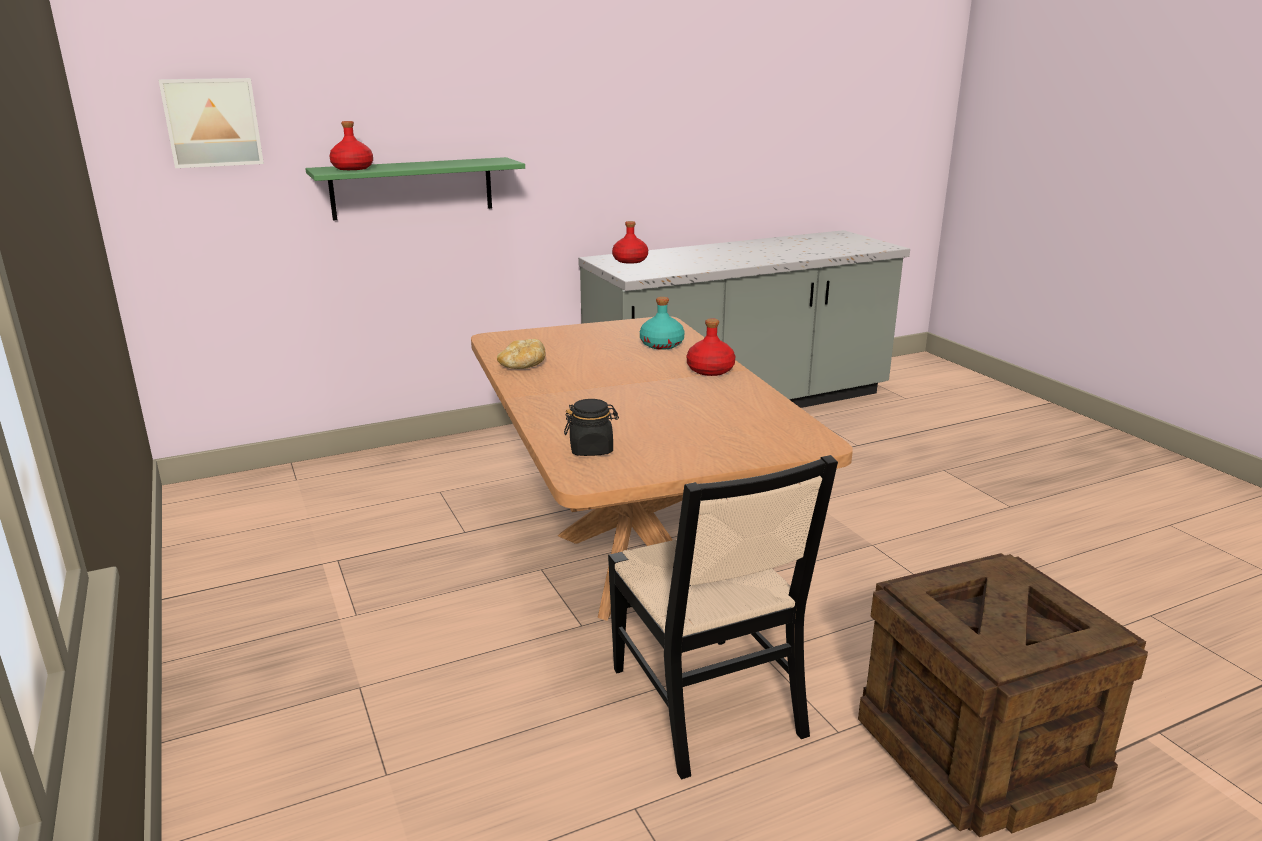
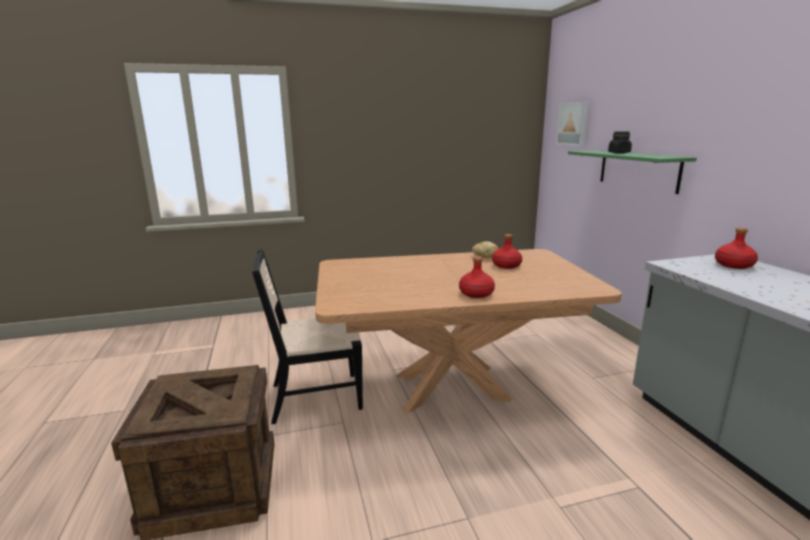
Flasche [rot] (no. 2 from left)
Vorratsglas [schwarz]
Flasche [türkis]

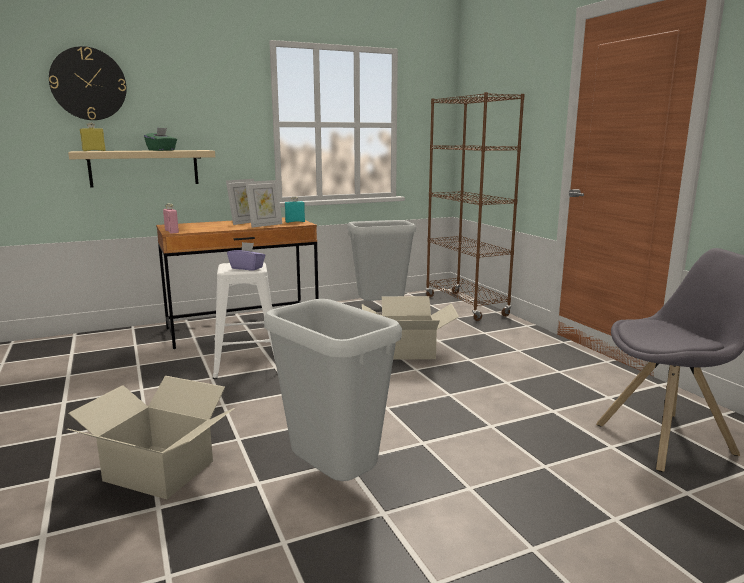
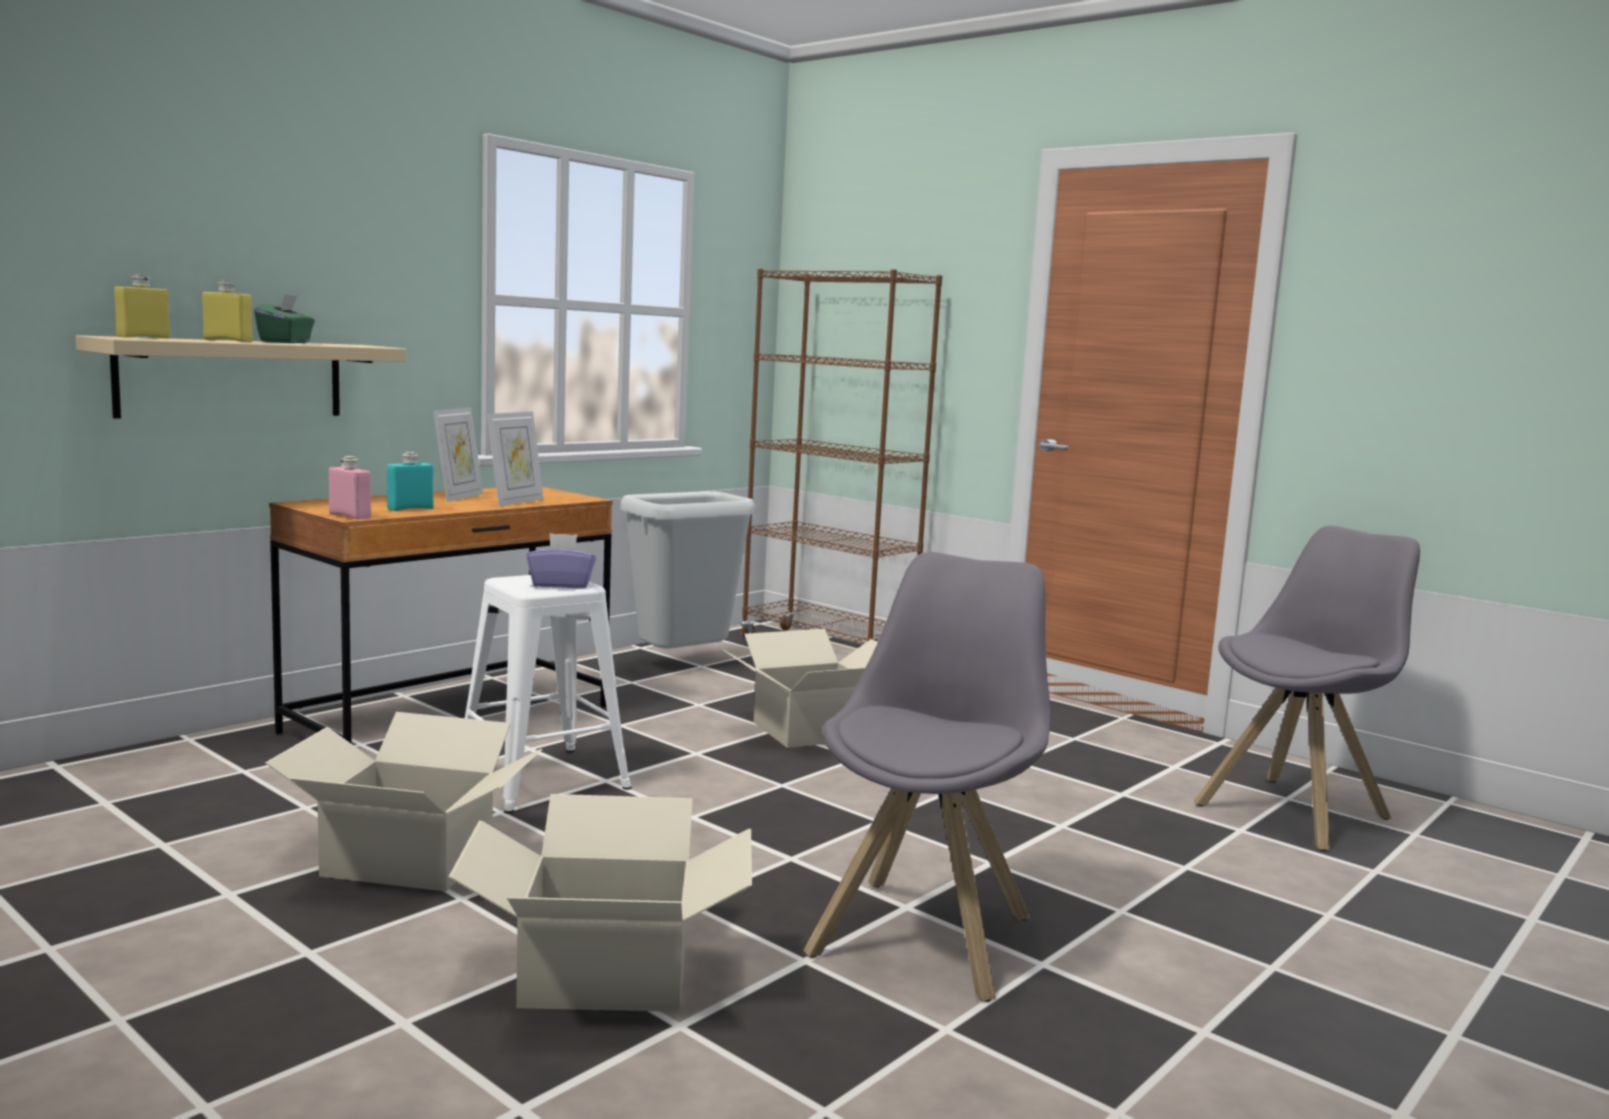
Wanduhr
Stuhl [grau] (no. 1 from left)
Flasche [türkis]
Flasche [gelb] (no. 2 from left)
Karton (no. 1 from left)

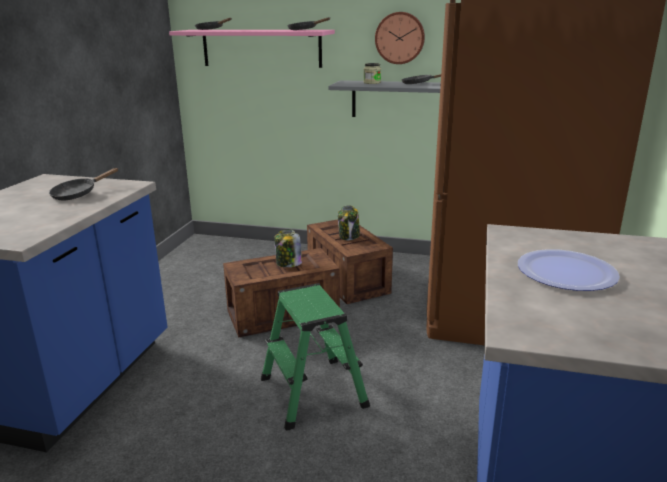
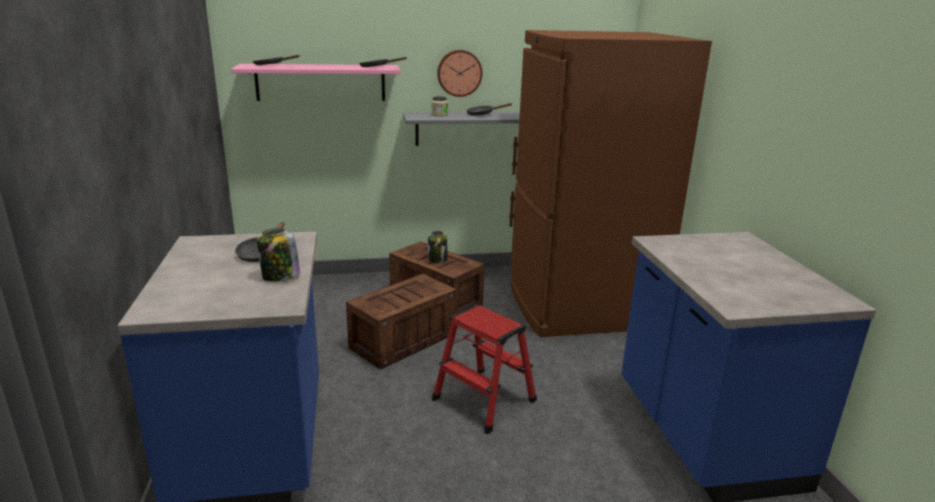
Trittleiter [rot]
Vorratsglas (no. 1 from left)
Teller

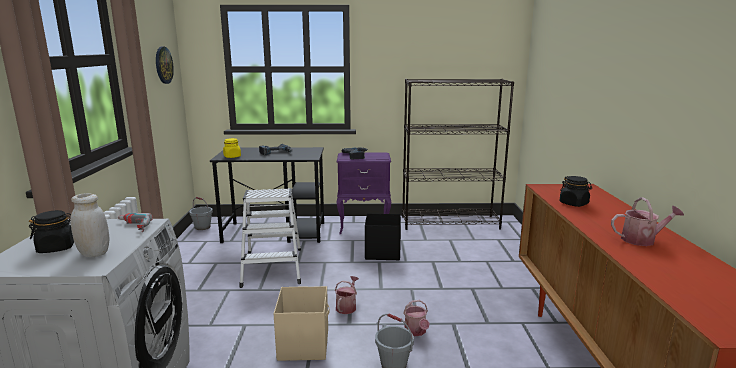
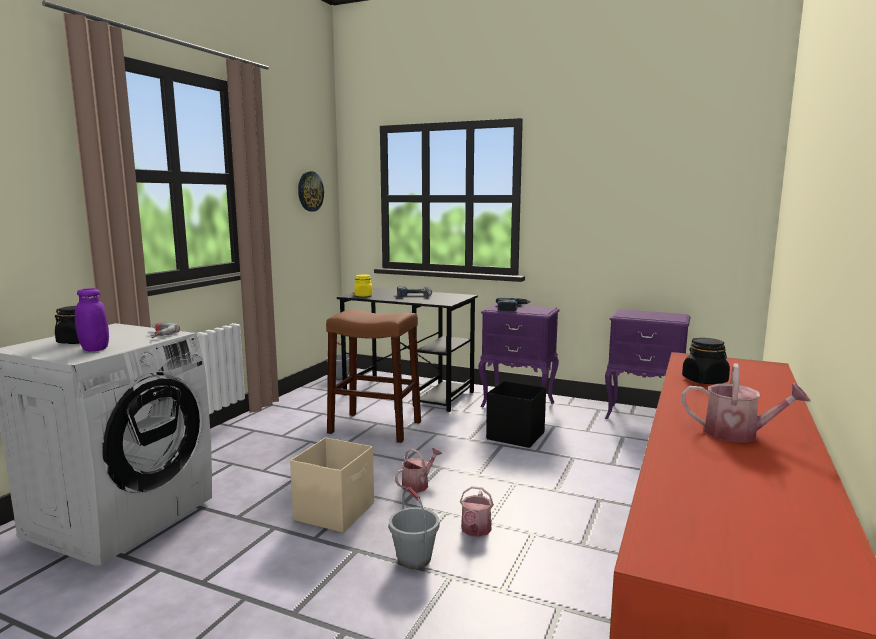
Vorratsglas [lila]
Hocker [braun]
Nachttisch [lila] (no. 2 from left)

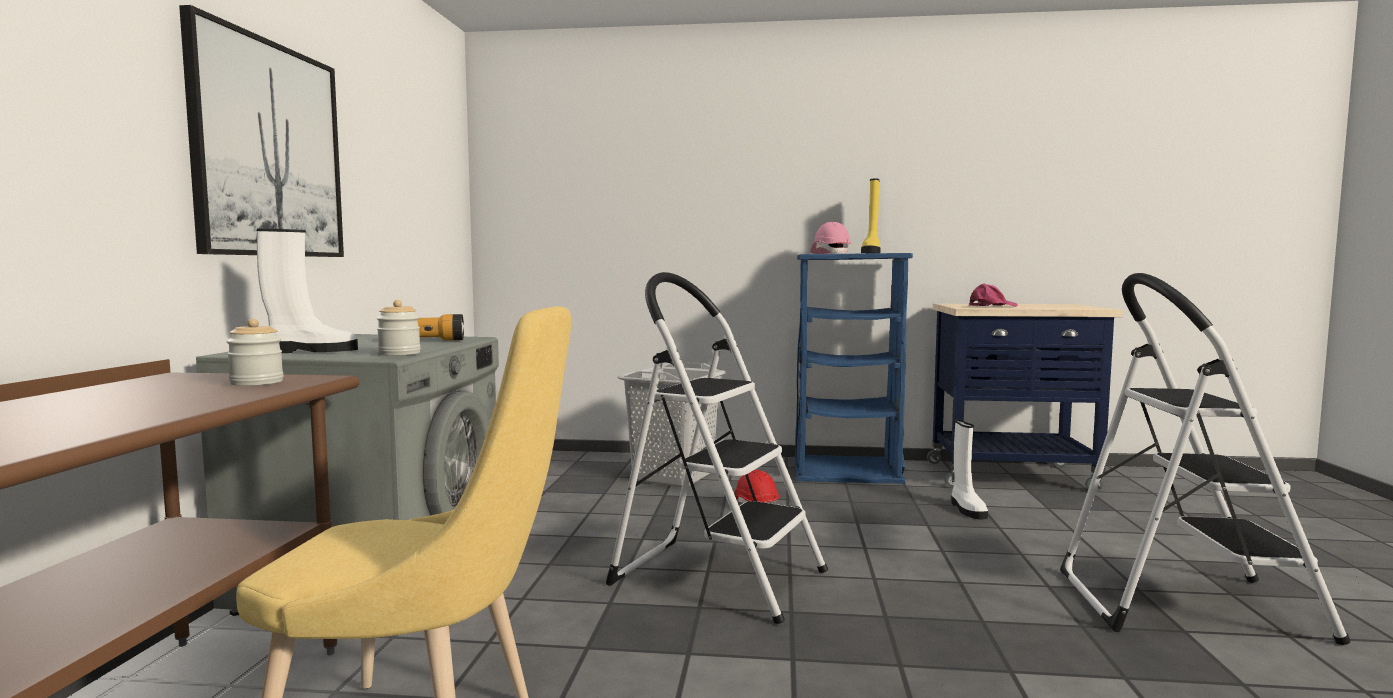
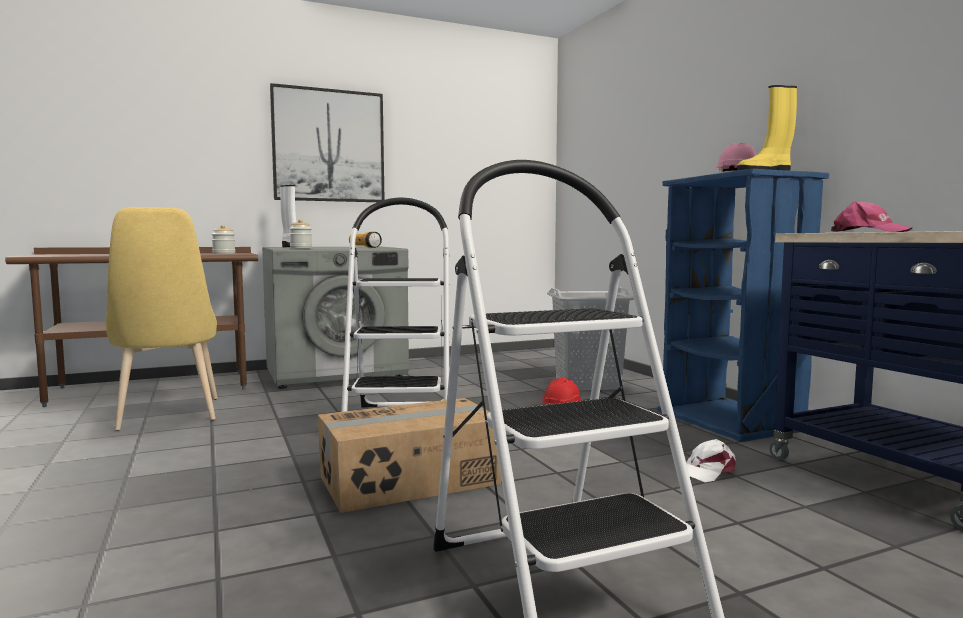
Kappe [weiß]
Karton

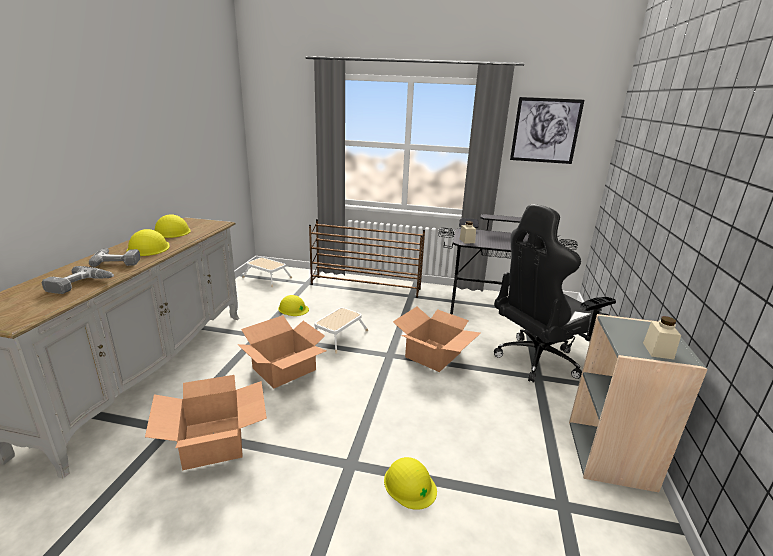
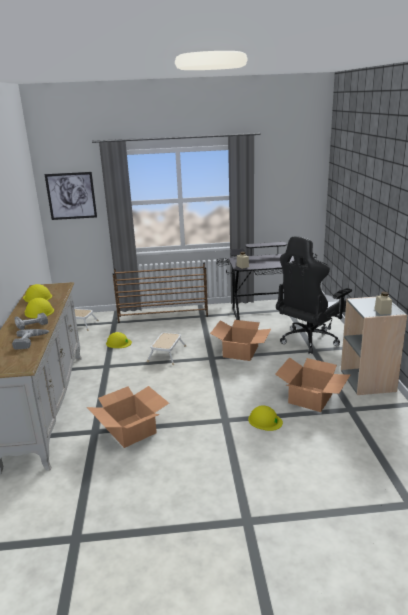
Karton (no. 3 from left)
Bild

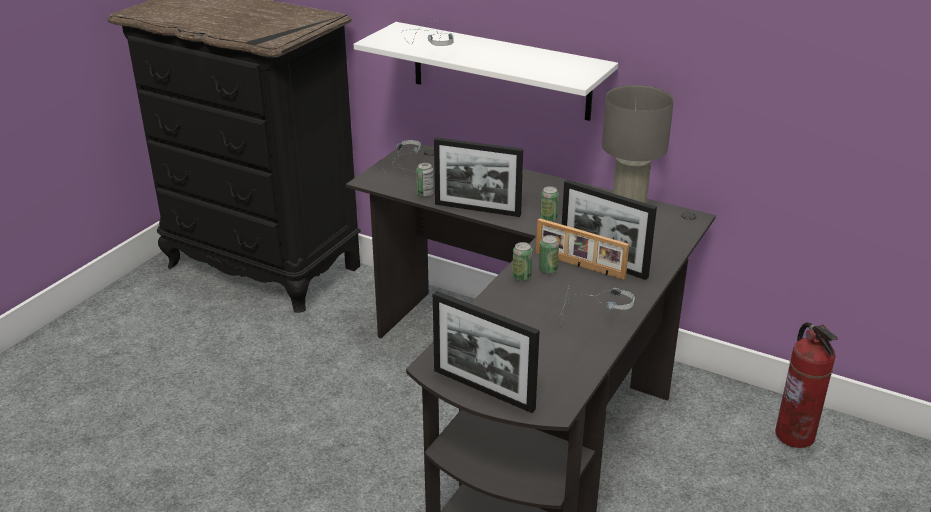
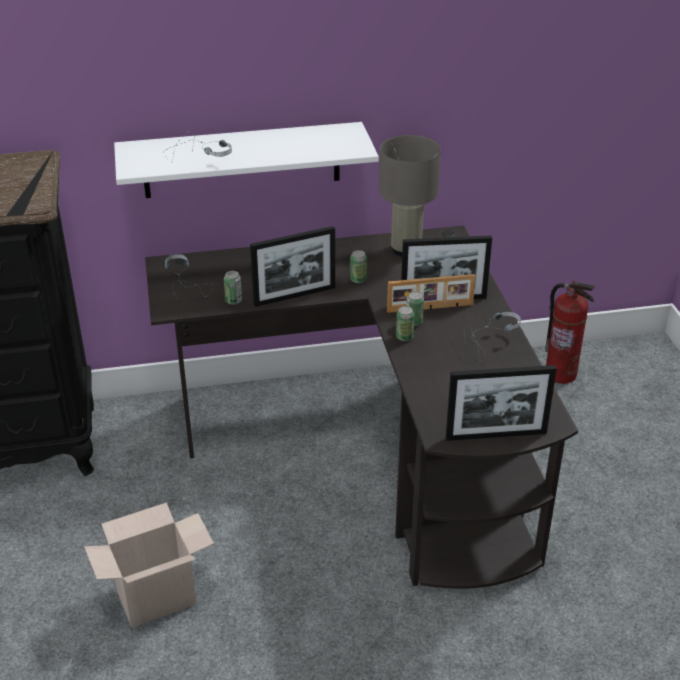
Karton

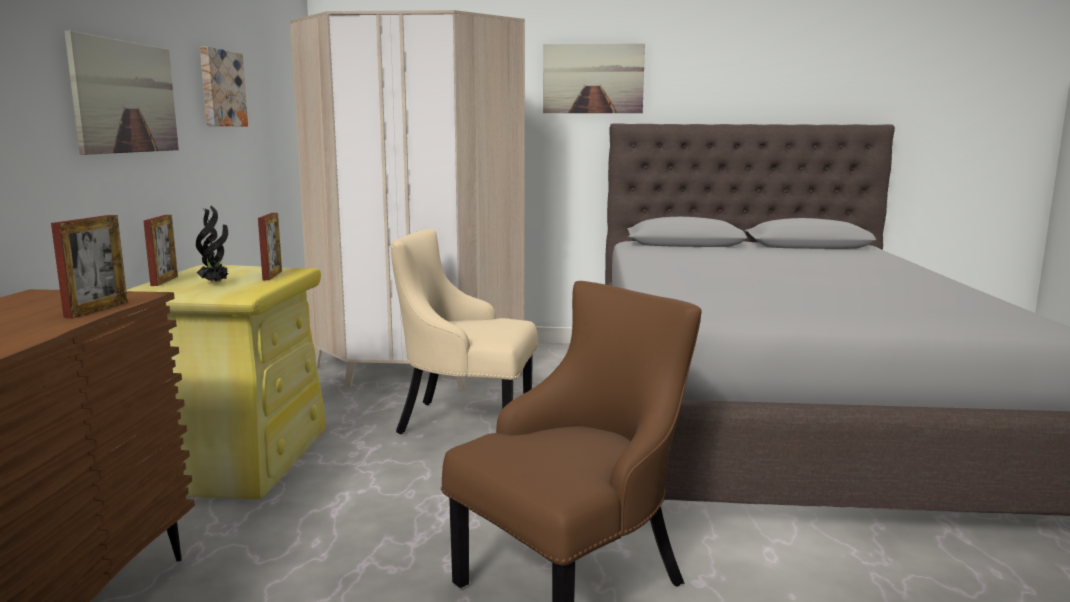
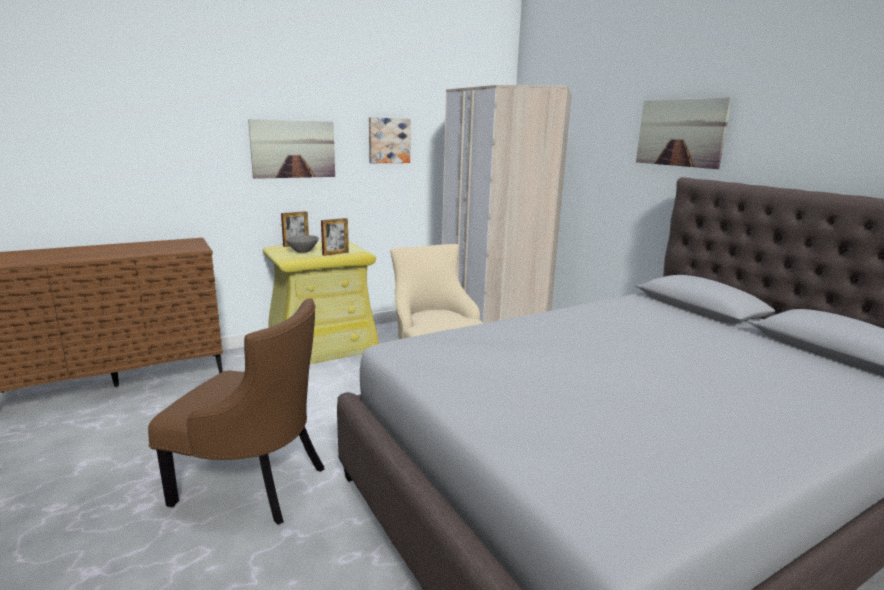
Bilderrahmen (no. 1 from left in the first image)
Schüssel [grau]

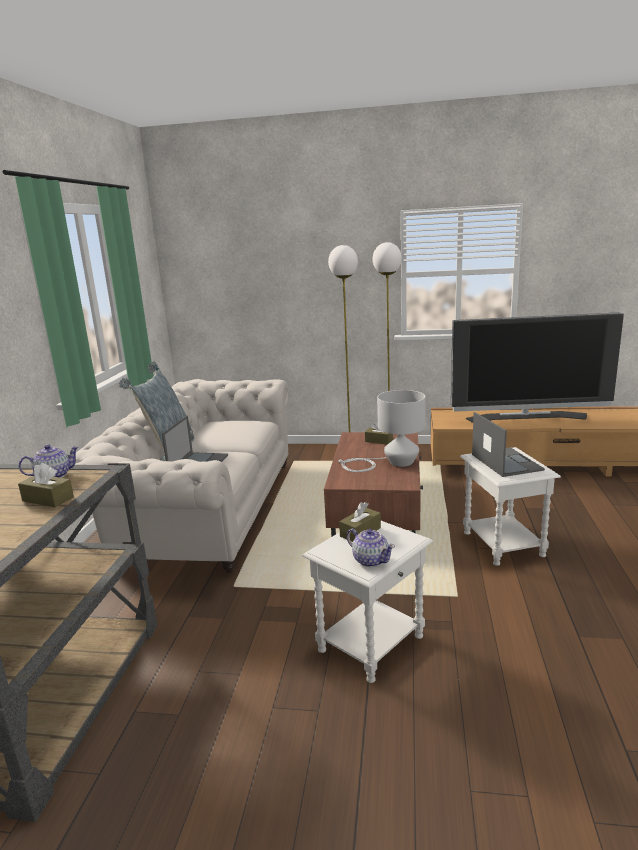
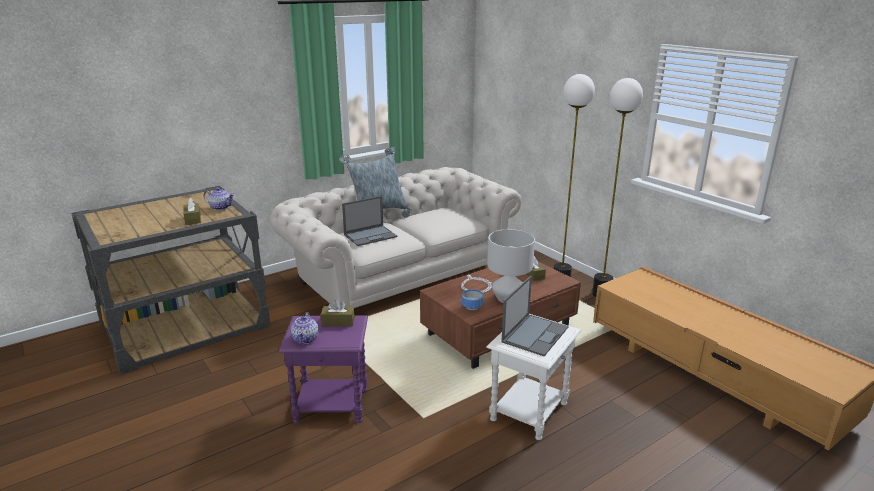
Beistelltisch [lila]
Fernseher
Schüssel

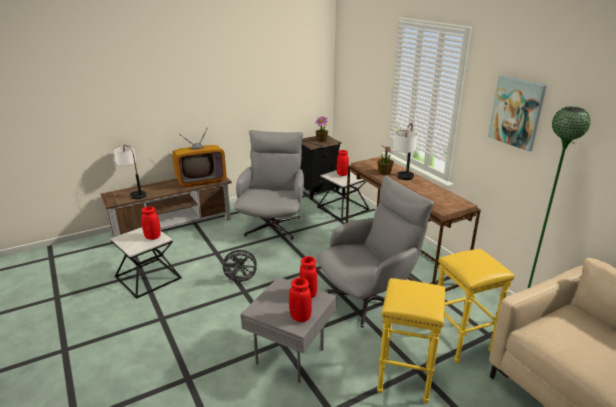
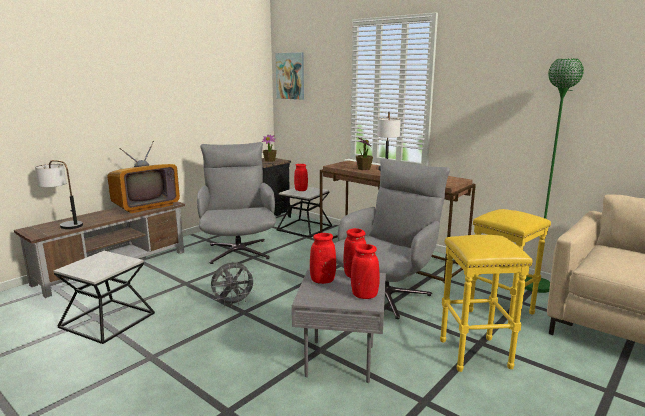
Vase [rot] (no. 2 from left)
Bild

